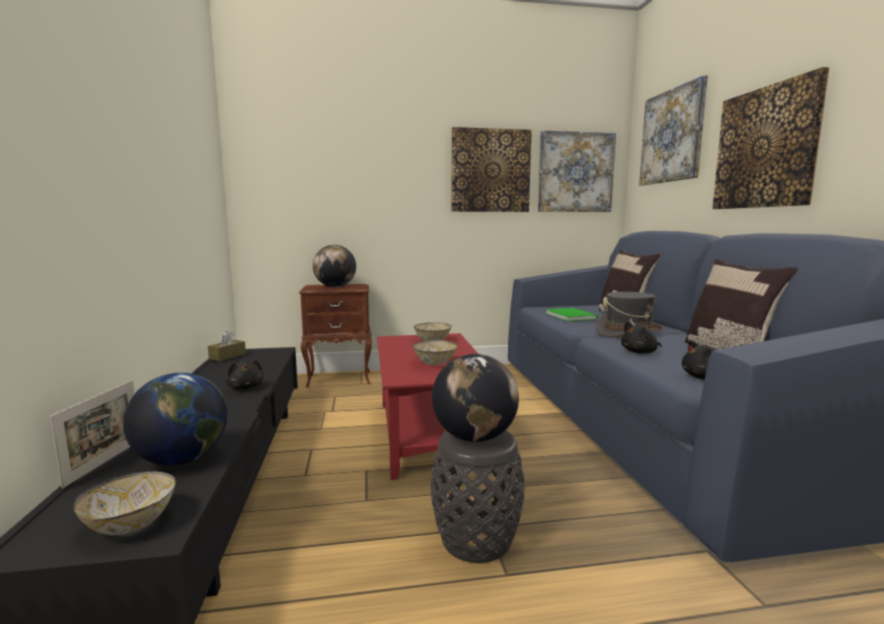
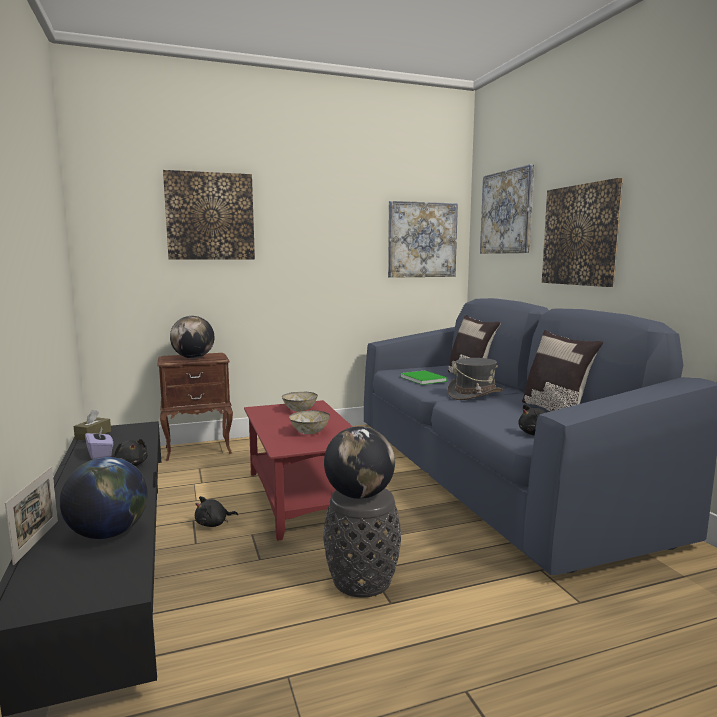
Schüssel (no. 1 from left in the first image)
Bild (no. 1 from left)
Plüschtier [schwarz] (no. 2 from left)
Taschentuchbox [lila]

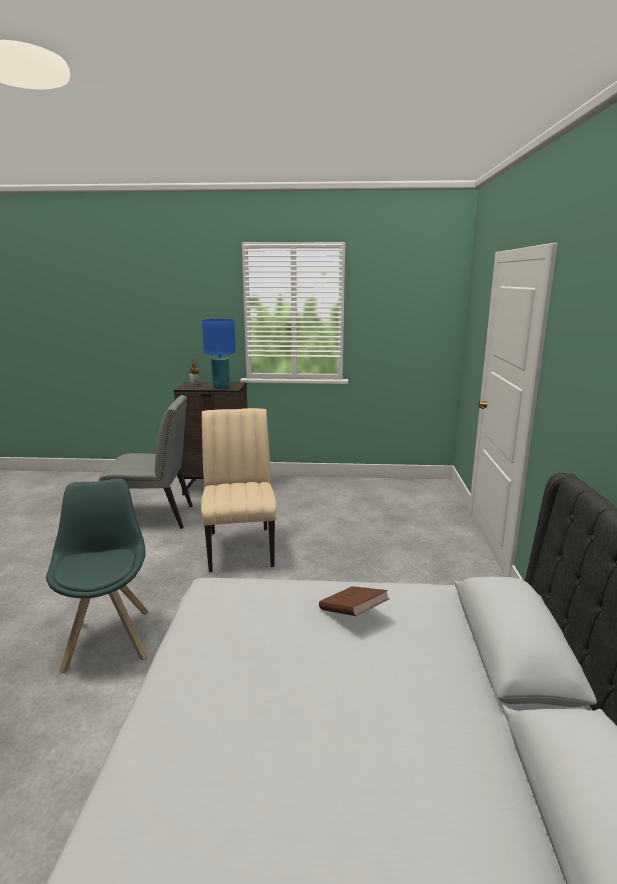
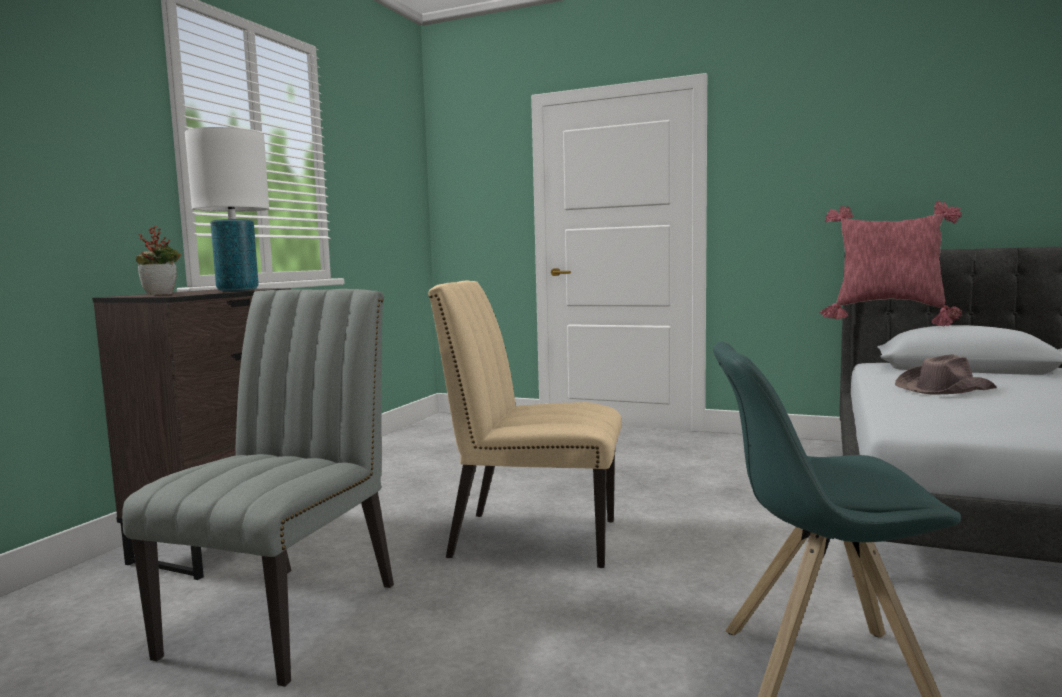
Tischlampe [weiß]
Hut [braun]
Kissen [rot]

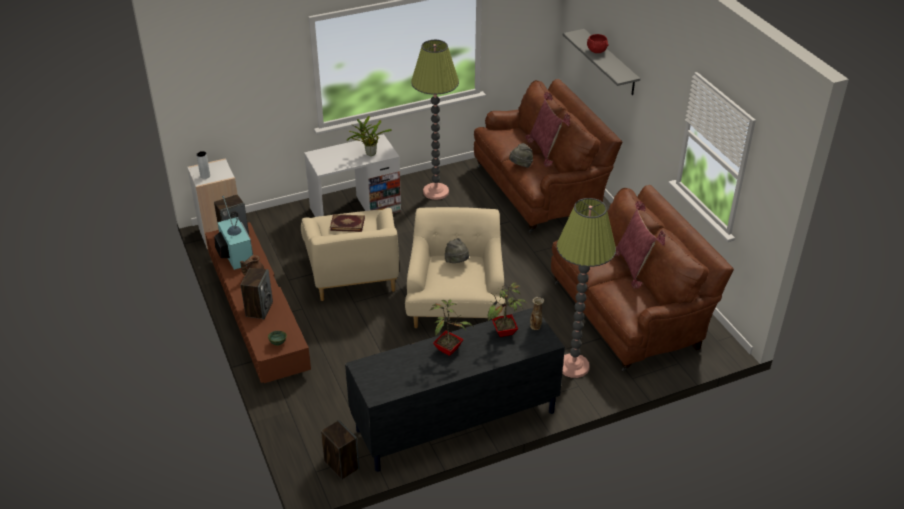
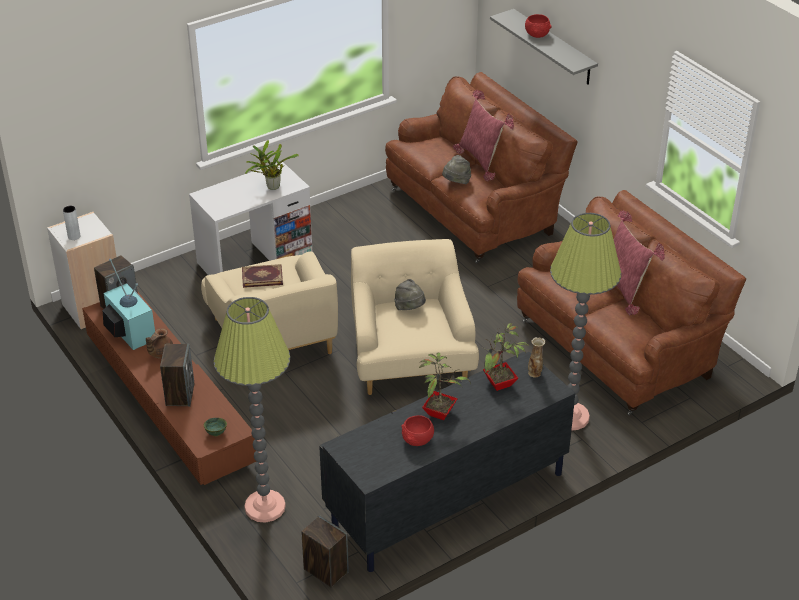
Stehlampe (no. 1 from left)
Schüssel [rot] (no. 1 from left)

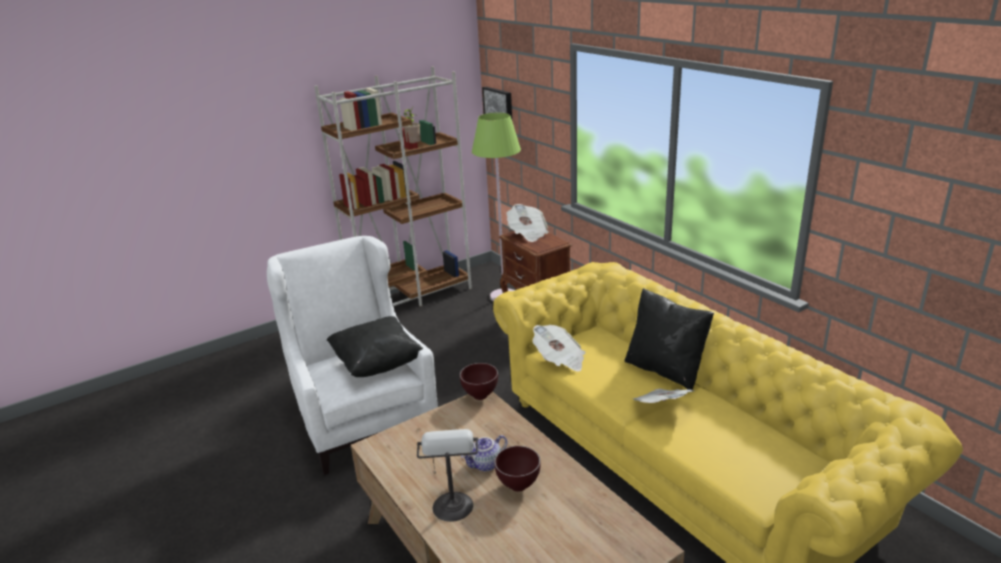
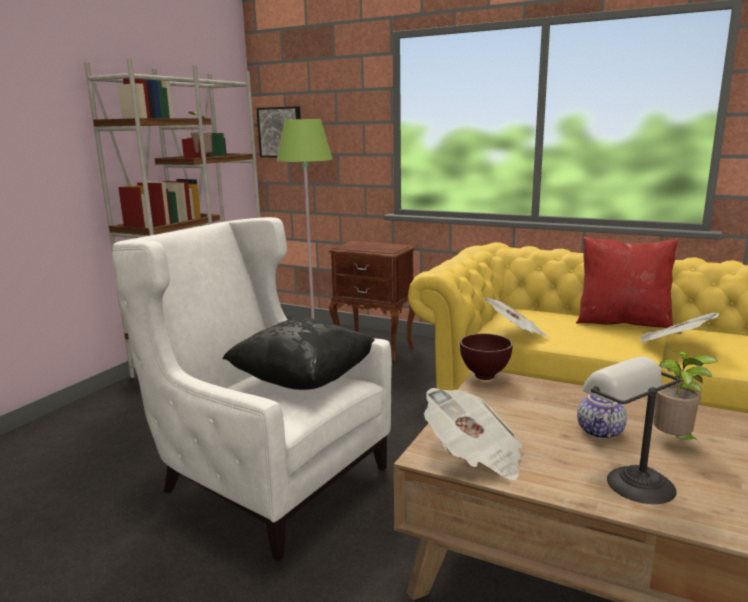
Topfpflanze (no. 2 from left)
Zeitung (no. 1 from left)
Kissen [rot]

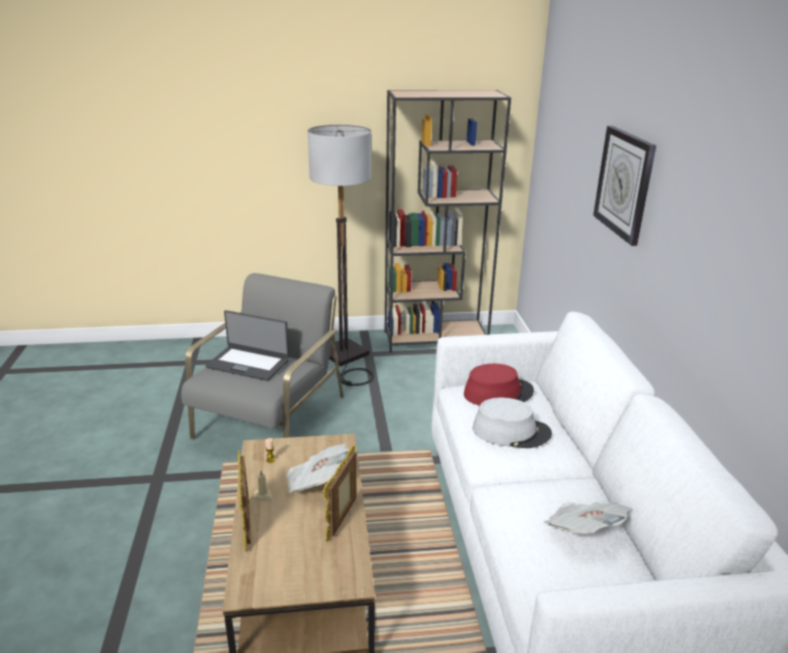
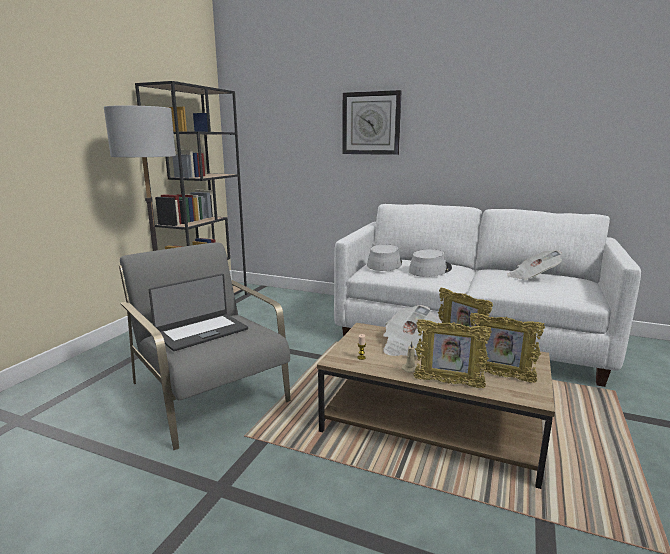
Hut [grau] (no. 1 from left)
Bilderrahmen (no. 3 from left)

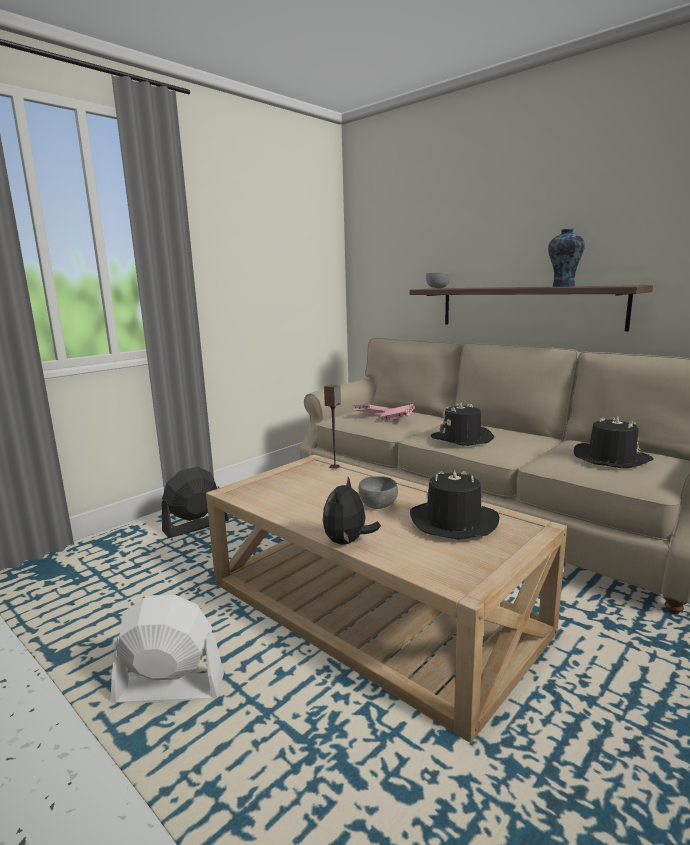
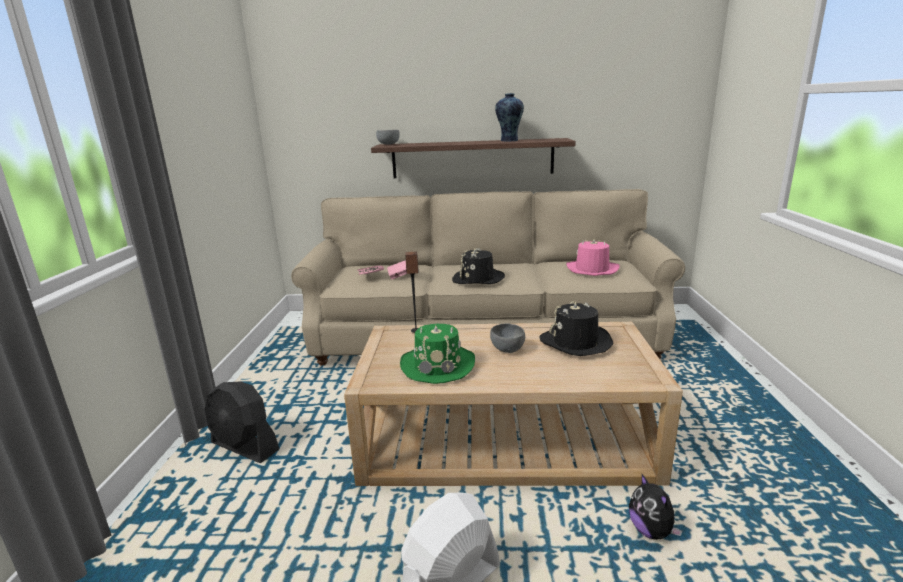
Ventilator [schwarz]
Plüschtier
Hut [rosa]
Hut [grün]

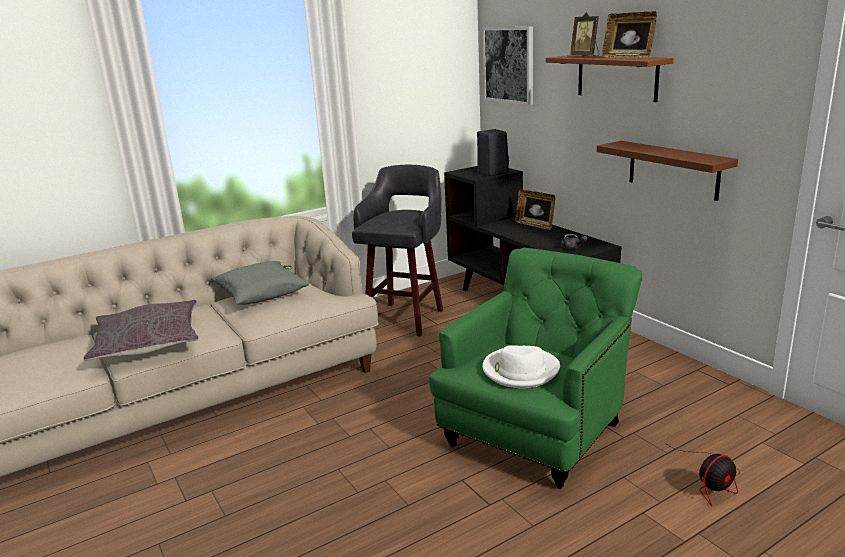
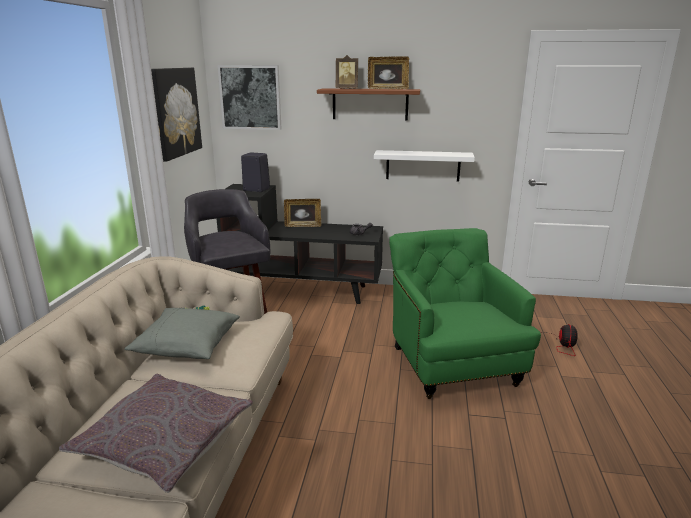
Hut [weiß]
Wandregal [weiß]
Bild (no. 1 from left)

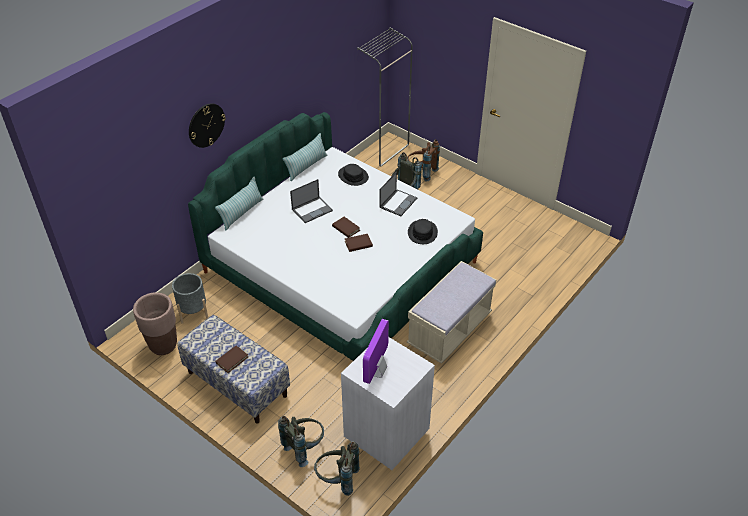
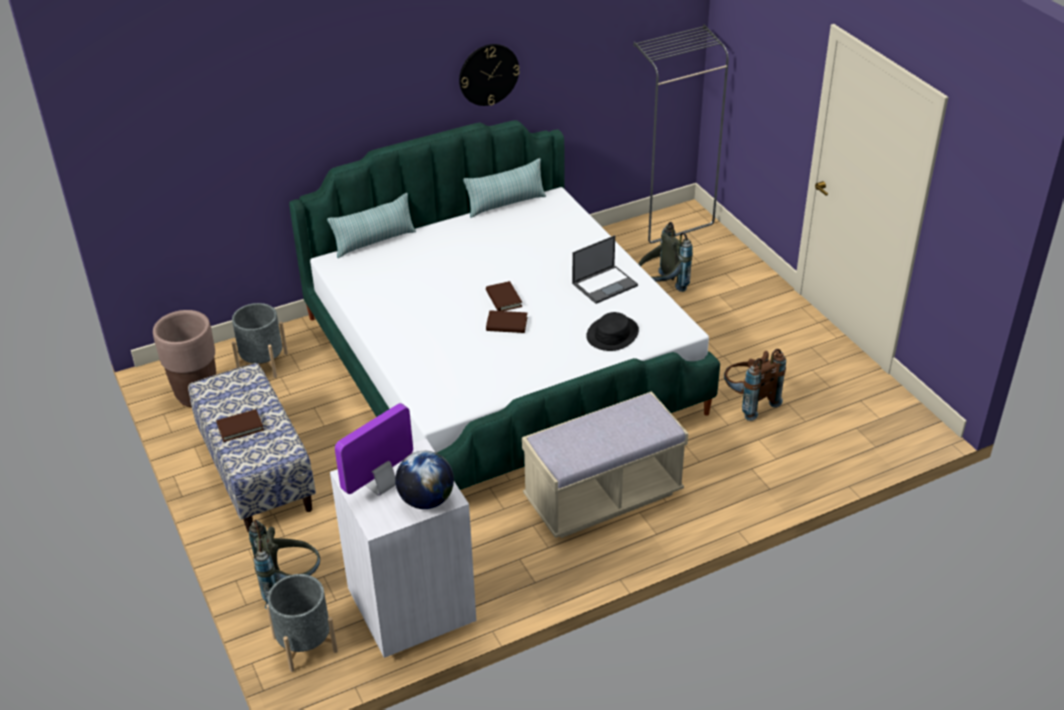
Wanduhr
Laptop (no. 1 from left in the first image)
Pflanzkübel [grau] (no. 2 from left)
Hut [schwarz] (no. 1 from left in the first image)
Rucksack [braun]
Globus

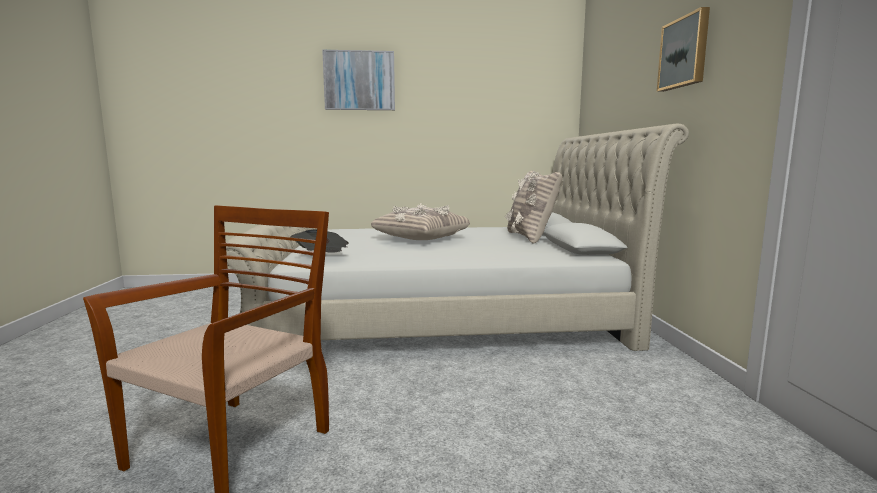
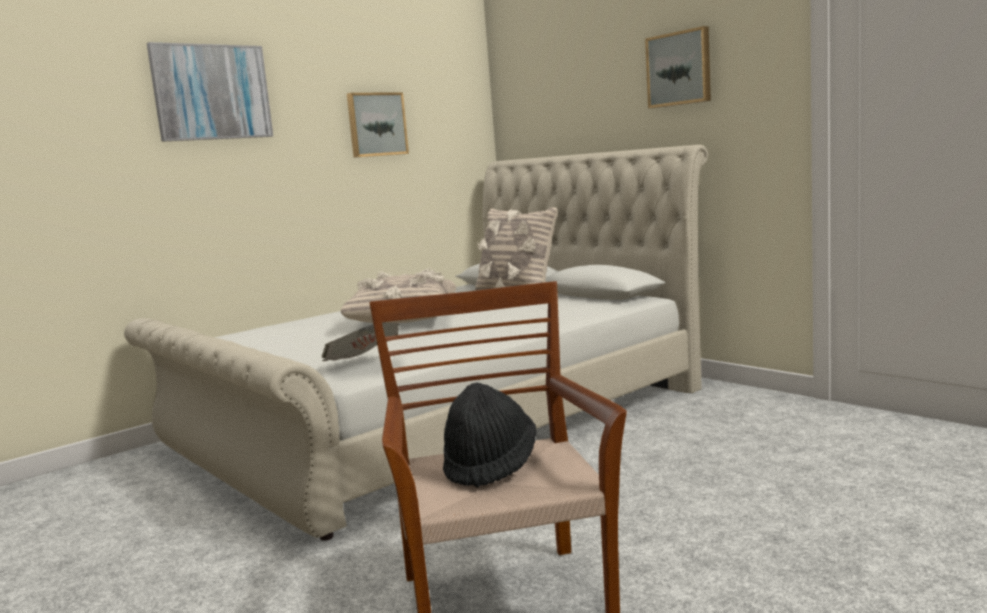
Bild (no. 2 from left)
Hut [schwarz]

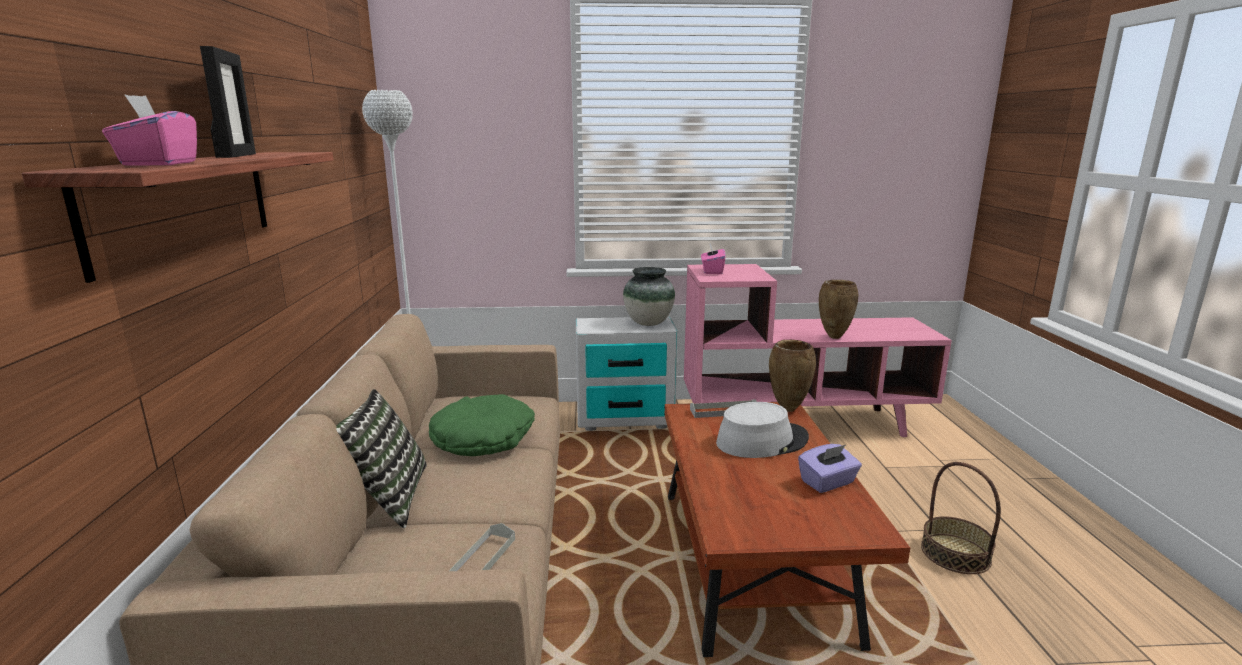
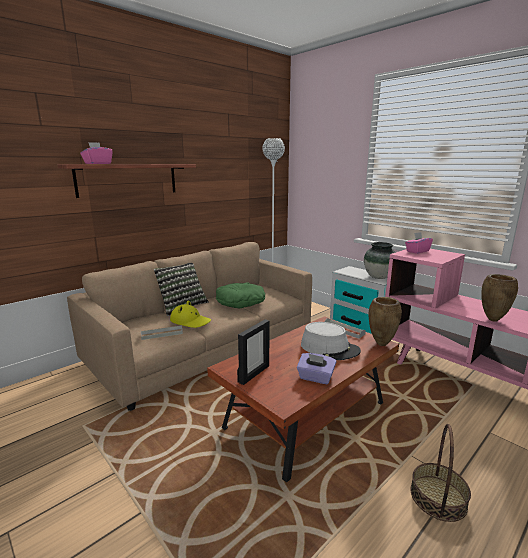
Bilderrahmen
Hut [gelb]

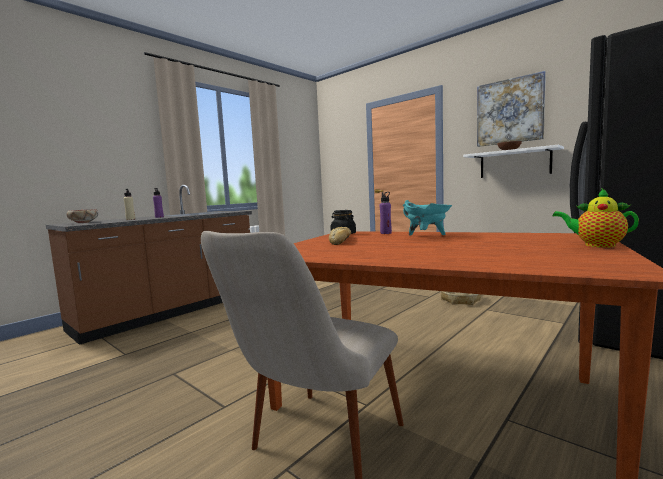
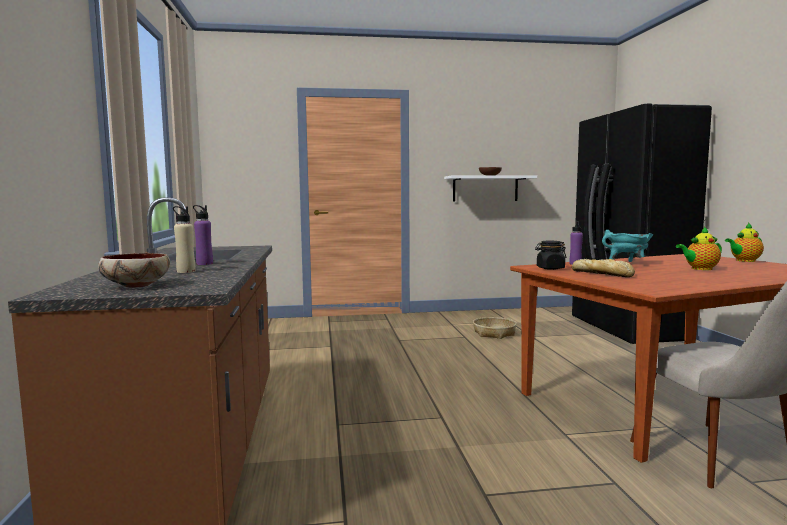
Bild
Teekanne (no. 1 from left)

